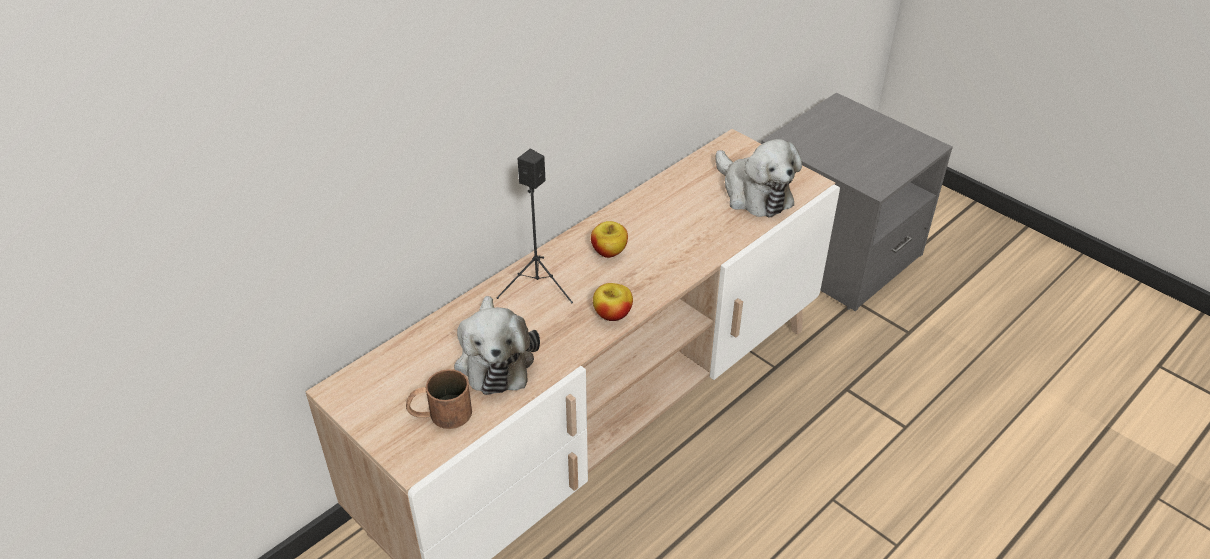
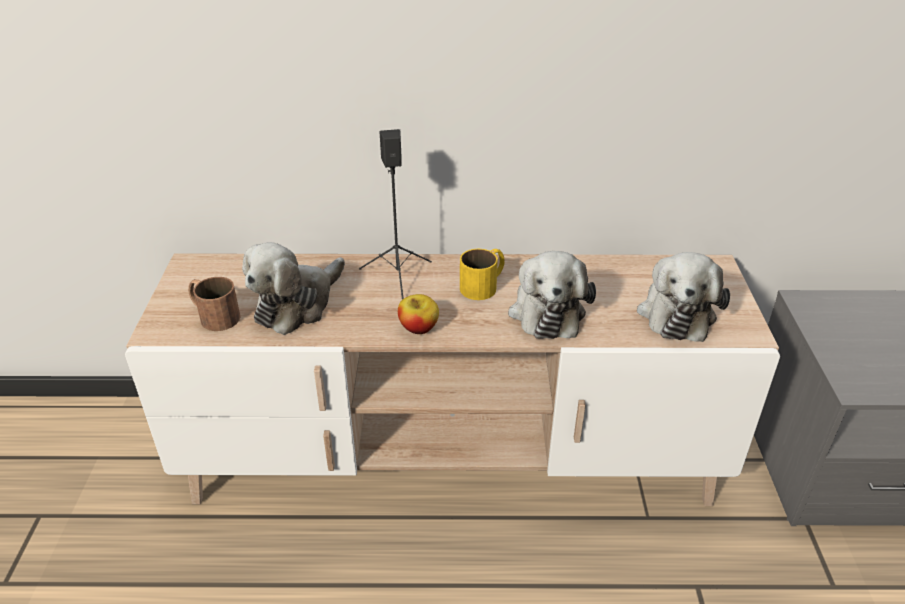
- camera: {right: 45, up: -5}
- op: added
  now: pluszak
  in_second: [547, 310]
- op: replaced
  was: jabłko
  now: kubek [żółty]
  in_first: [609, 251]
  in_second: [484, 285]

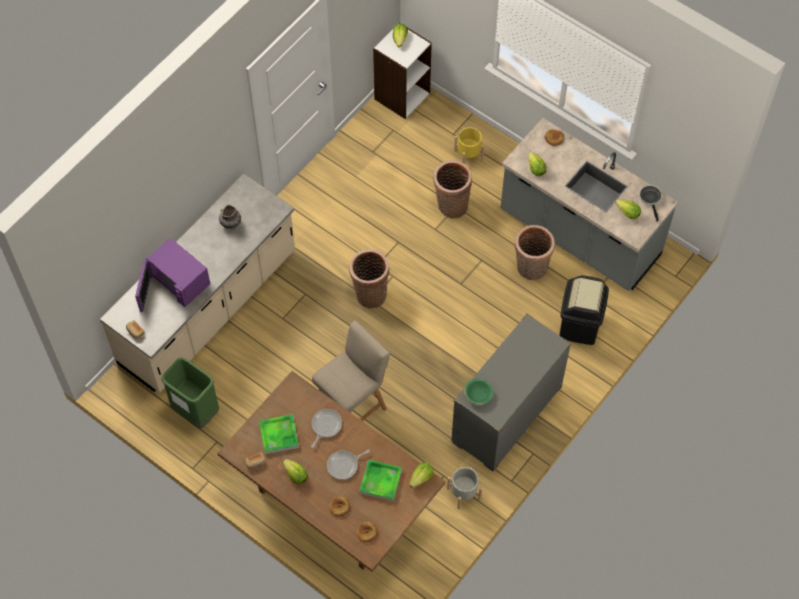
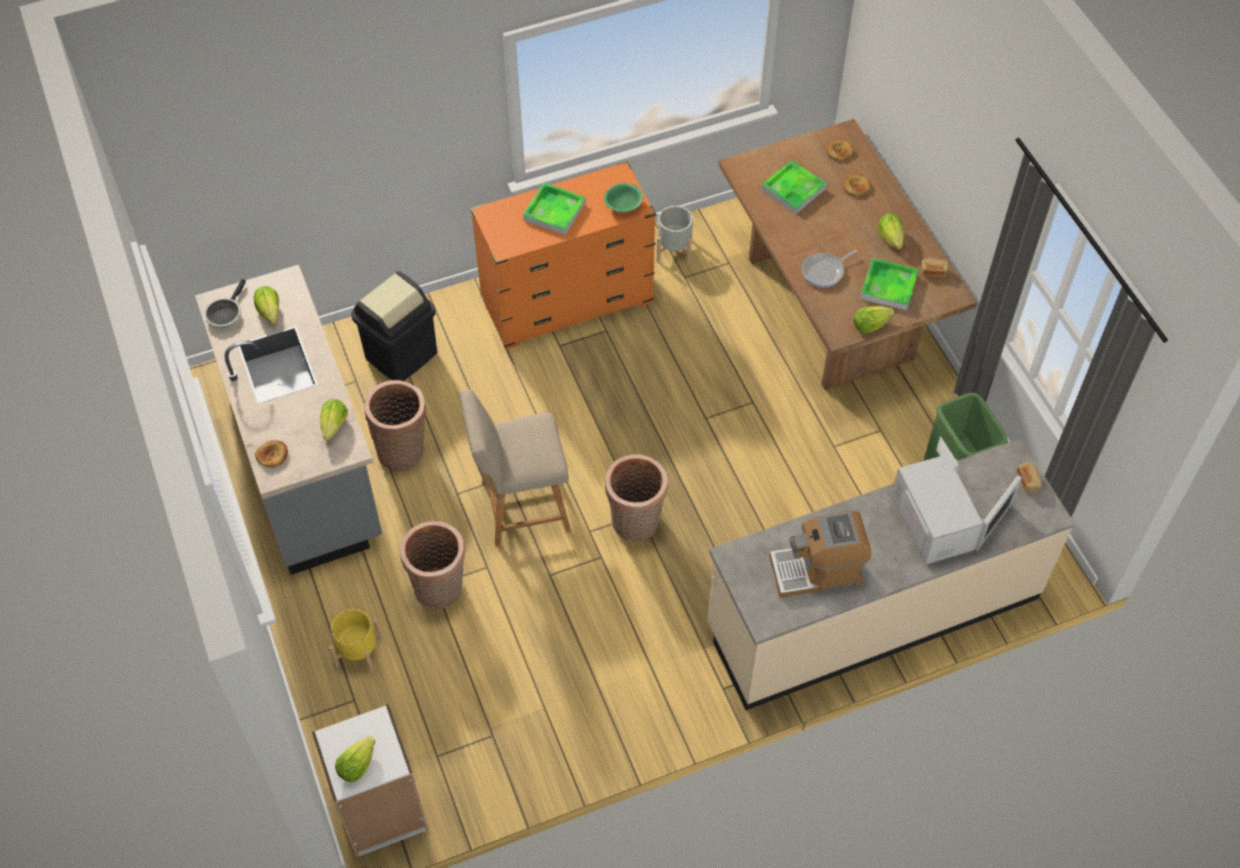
- camera: {right: -150, up: -5}
- op: removed
  was: patelnia
  in_first: [344, 465]
- op: added
  now: taca
  in_second: [554, 211]
- op: moved
  was: krzesło [beżowy]
  in_first: [353, 405]
  in_second: [520, 507]
- op: moved
  was: sałata
  in_first: [421, 478]
  in_second: [870, 325]
- op: replaced
  was: wazon [szary]
  now: ekspres do kawy
  in_first: [230, 224]
  in_second: [817, 570]
- op: recoloured
  was: mikrofalówka [fioletowy]
  now: mikrofalówka [biały]
  in_first: [176, 281]
  in_second: [938, 523]
- op: recoloured
  was: komoda [szary]
  now: komoda [pomarańczowy]
  in_first: [506, 416]
  in_second: [567, 302]

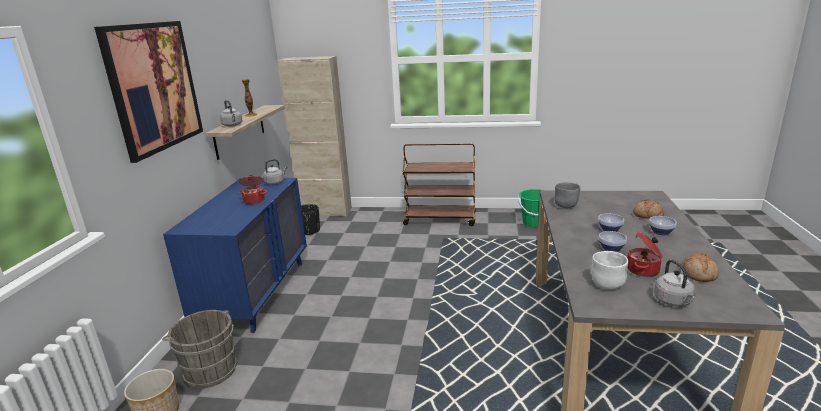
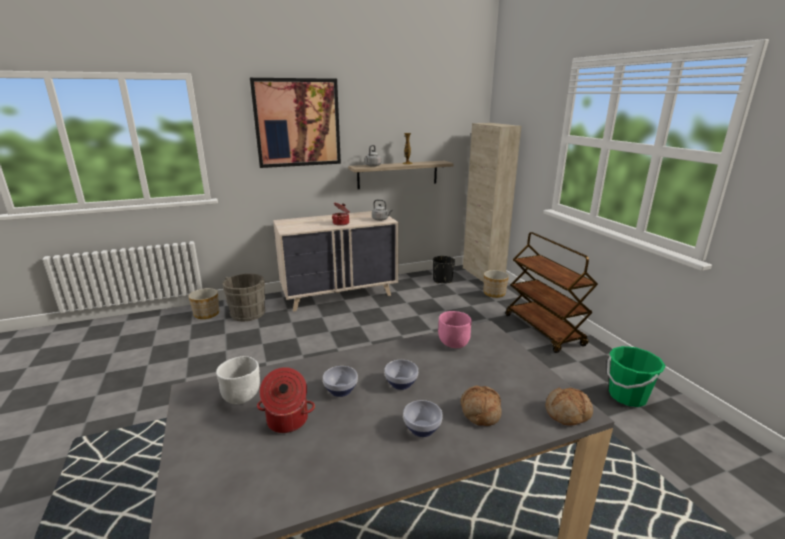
- camera: {right: 60, up: 0}
- op: removed
  was: czajnik [szary]
  in_first: [674, 301]
- op: added
  now: donica
  in_second: [494, 293]
- op: moved
  was: chleb
  in_first: [699, 274]
  in_second: [568, 413]
- op: recoloured
  was: komoda [niebieski]
  now: komoda [beżowy]
  in_first: [256, 293]
  in_second: [339, 294]
- op: recoloured
  was: miska [szary]
  now: miska [różowy]
  in_first: [566, 206]
  in_second: [453, 344]

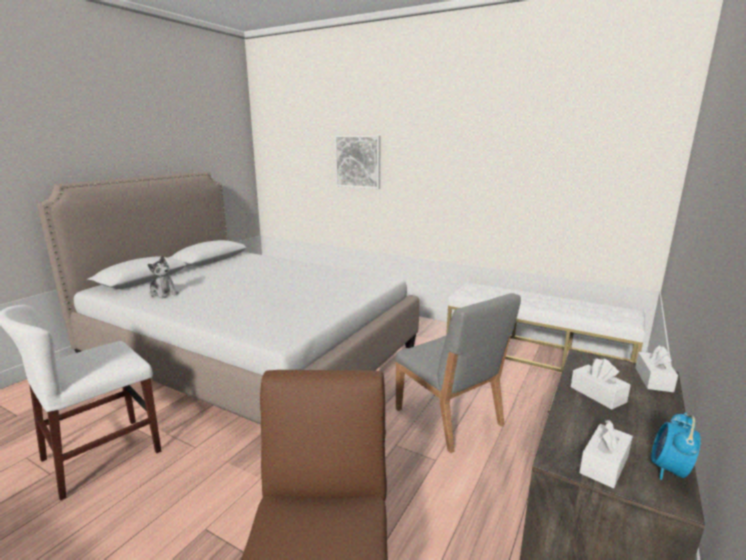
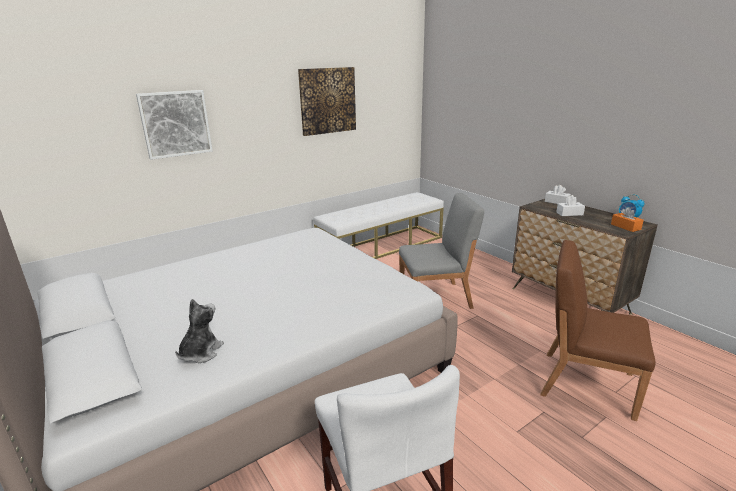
- camera: {right: -65, up: 5}
- op: added
  now: obraz
  in_second: [327, 101]
- op: recoloured
  was: pudełko chusteczek [biały]
  now: pudełko chusteczek [pomarańczowy]
  in_first: [604, 464]
  in_second: [625, 227]
- op: turned
  was: pluszak
  in_first: [163, 293]
  in_second: [200, 353]
  clockwise: -45

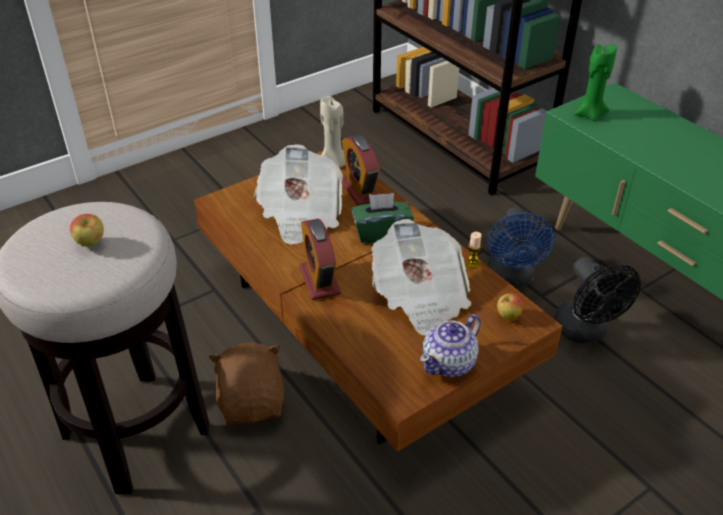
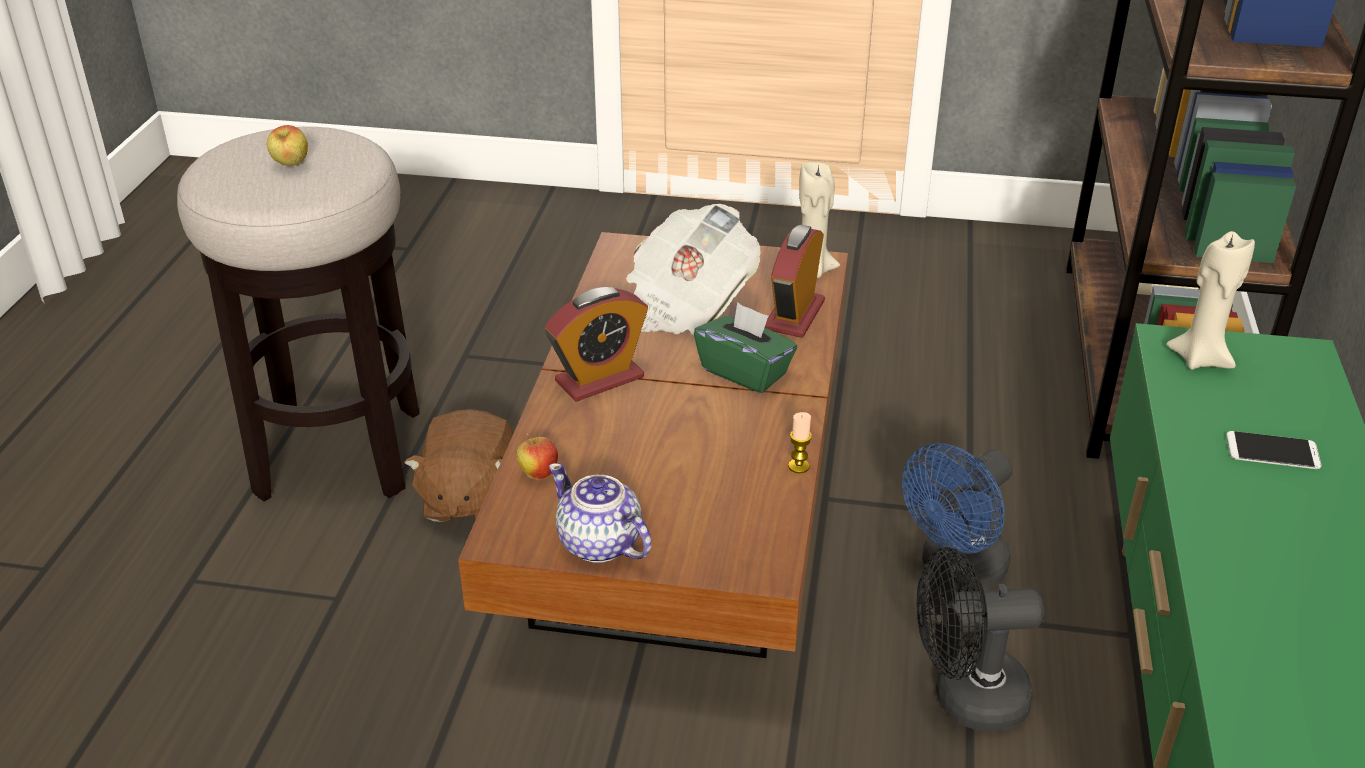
- camera: {right: 45, up: -5}
- op: removed
  was: gazeta
  in_first: [420, 297]
- op: added
  now: telefon
  in_second: [1272, 451]
- op: moved
  was: jabłko
  in_first: [508, 317]
  in_second: [538, 473]
- op: recoloured
  was: świeca [zielony]
  now: świeca [beżowy]
  in_first: [589, 114]
  in_second: [1200, 358]
- op: turned
  was: pluszak [brązowy]
  in_first: [252, 402]
  in_second: [469, 498]
  clockwise: 150
- op: turned
  was: budzik
  in_first: [319, 280]
  in_second: [599, 379]
  clockwise: -150
- op: turned
  was: imbryk
  in_first: [449, 363]
  in_second: [600, 544]
  clockwise: 45
- op: turned
  was: wentylator [czarny]
  in_first: [585, 332]
  in_second: [965, 698]
  clockwise: 60

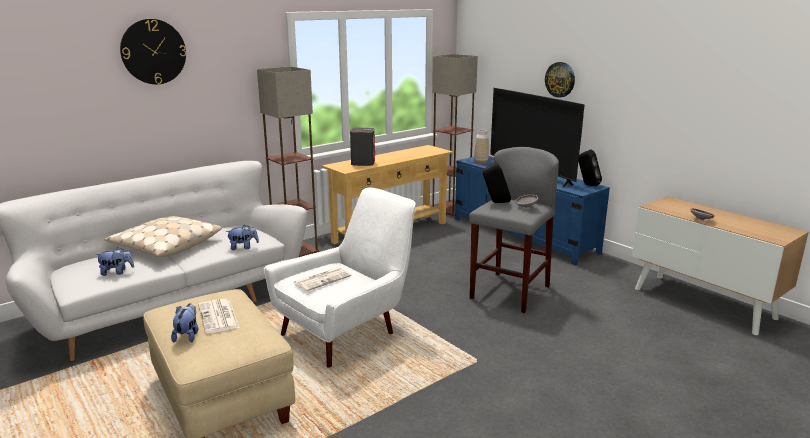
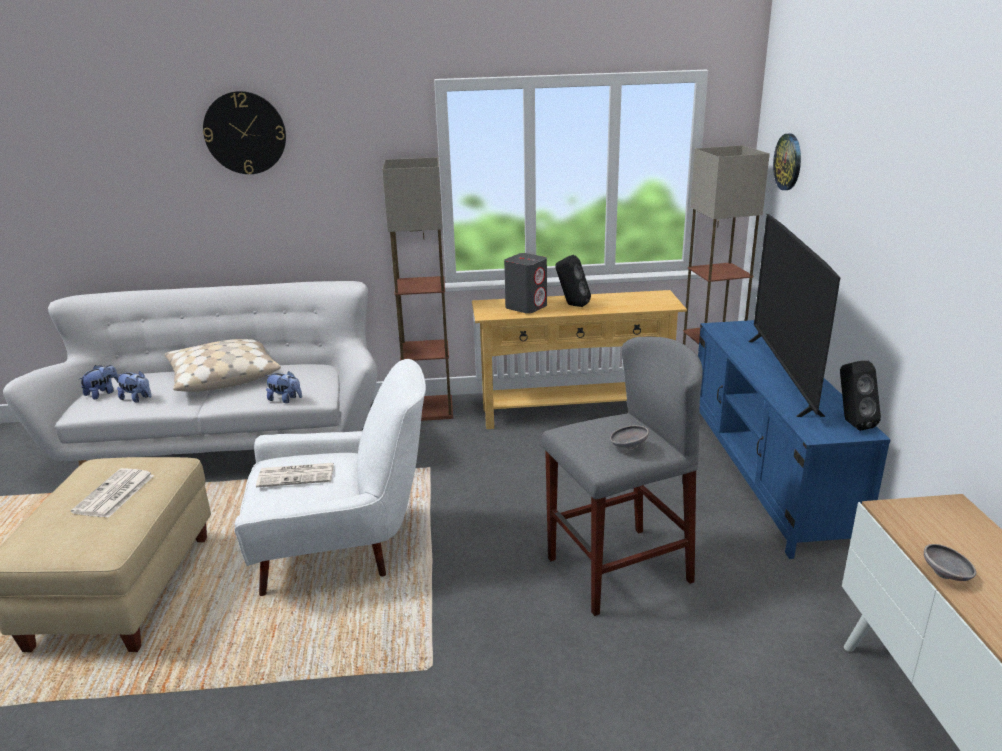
- camera: {right: 35, up: 5}
- op: removed
  was: wazon
  in_first: [481, 162]
- op: moved
  was: pluszak
  in_first: [187, 335]
  in_second: [103, 393]
- op: moved
  was: głośnik [czarny]
  in_first: [495, 202]
  in_second: [571, 305]
- op: moved
  was: zegar ścienny
  in_first: [560, 79]
  in_second: [788, 162]

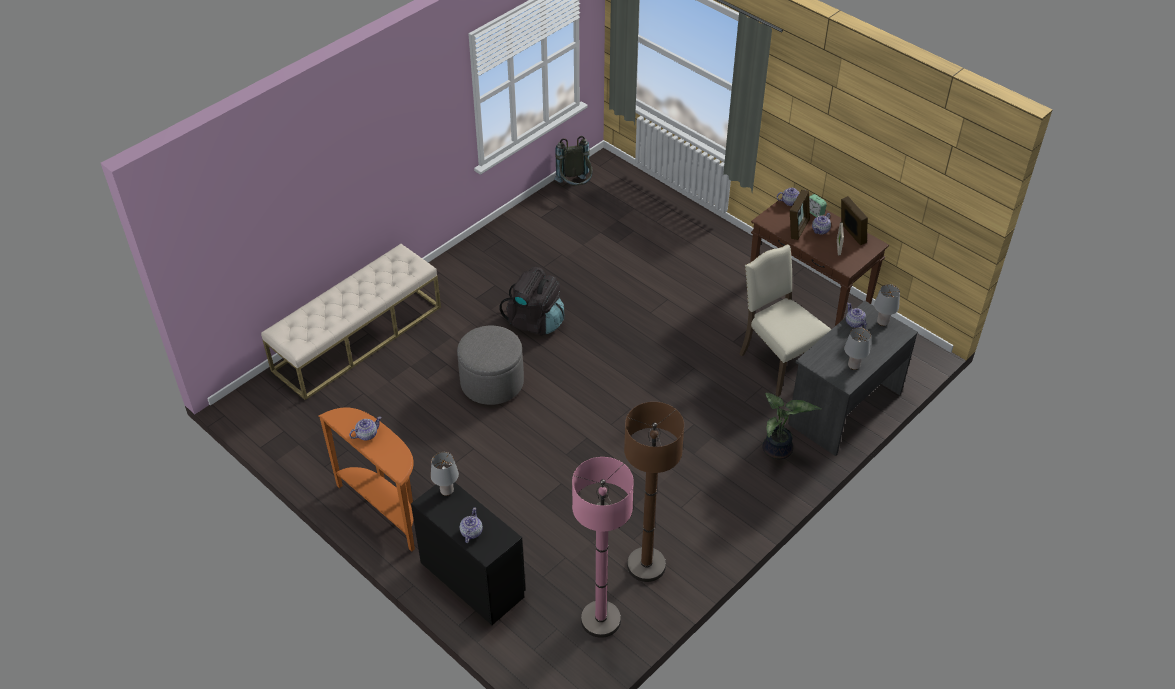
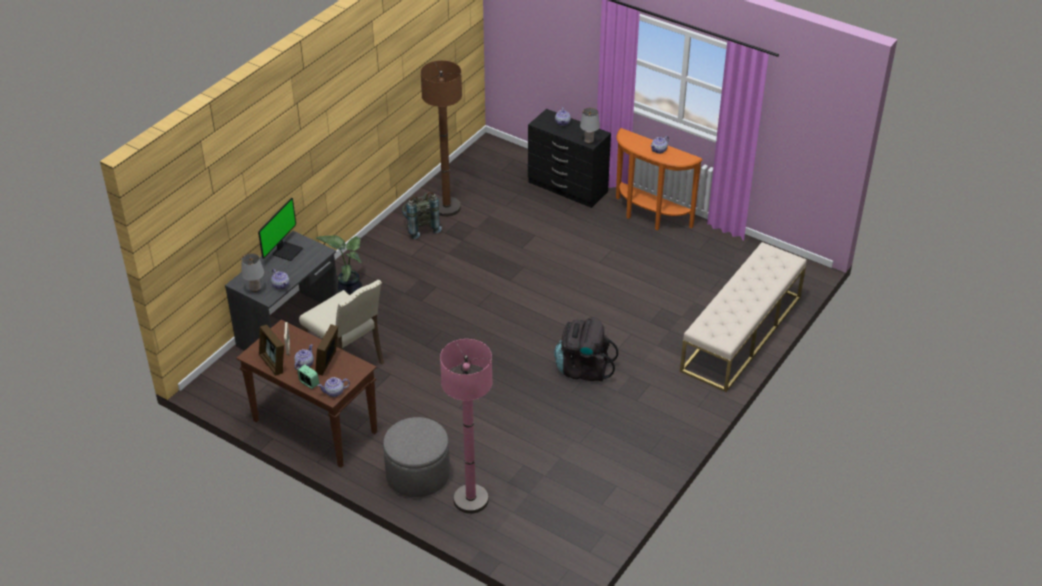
- camera: {right: 170, up: -5}
- op: moved
  was: pufa [szary]
  in_first: [492, 382]
  in_second: [418, 474]
- op: moved
  was: plecak [szary]
  in_first: [575, 186]
  in_second: [420, 228]
- op: moved
  was: lampa stojąca [różowy]
  in_first: [600, 620]
  in_second: [471, 500]
- op: replaced
  was: lampa stołowa [szary]
  now: monitor
  in_first: [853, 366]
  in_second: [286, 251]

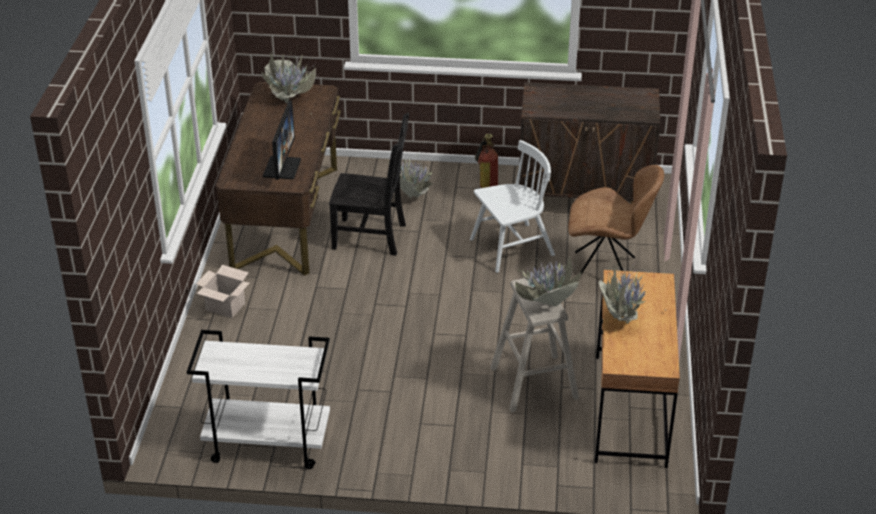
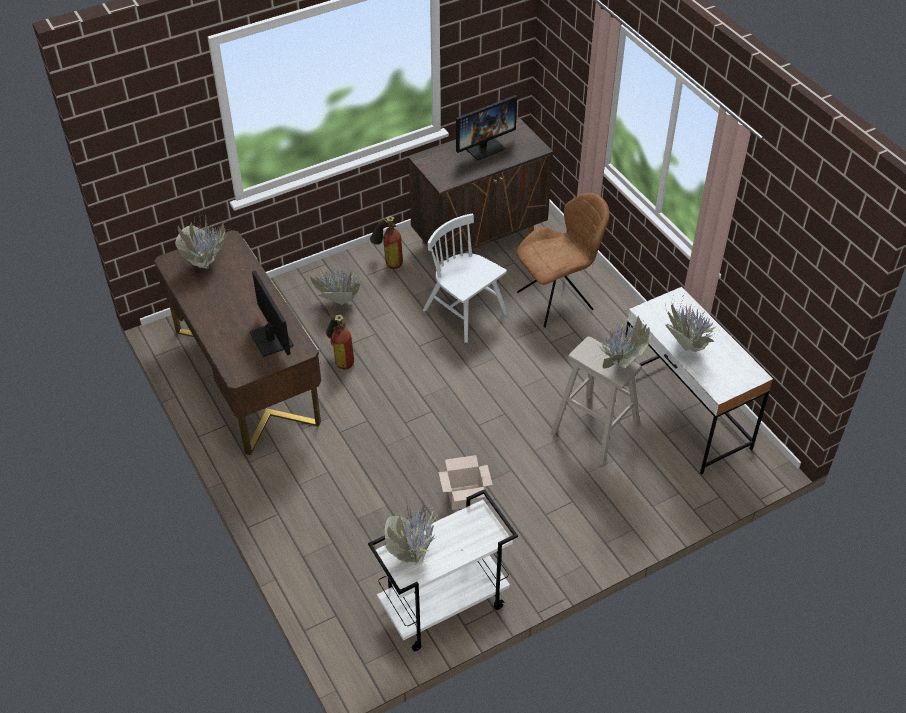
- camera: {right: -35, up: 10}
- op: added
  now: roślina doniczkowa
  in_second: [414, 554]
- op: added
  now: monitor
  in_second: [483, 147]
- op: moved
  was: karton
  in_first: [224, 307]
  in_second: [464, 497]
- op: replaced
  was: krzesło [czarny]
  now: gaśnica
  in_first: [372, 237]
  in_second: [341, 358]
- op: recoloured
  was: biurko [brązowy]
  now: biurko [biały]
  in_first: [630, 410]
  in_second: [683, 414]
- op: turned
  was: krzesło [biały]
  in_first: [511, 248]
  in_second: [465, 312]
  clockwise: -75

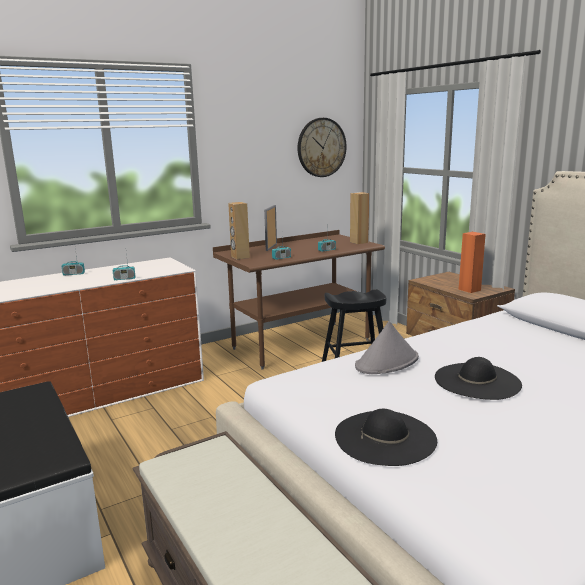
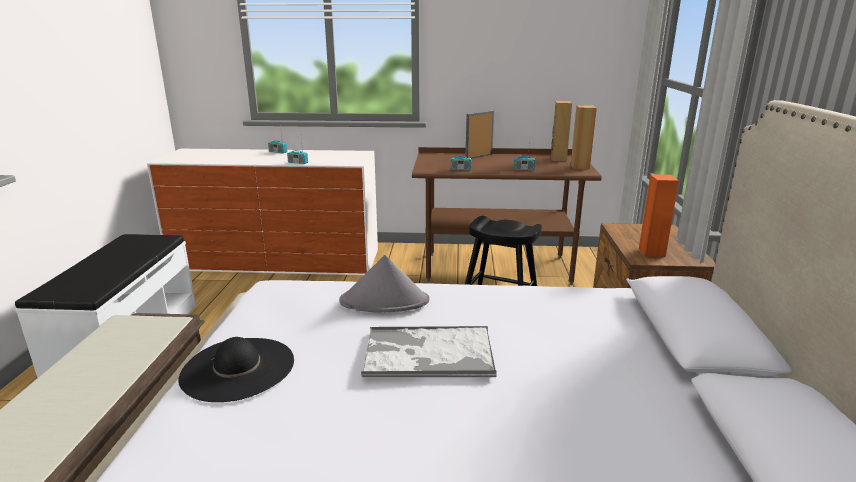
- camera: {right: 35, up: 5}
- op: removed
  was: zegar ścienny
  in_first: [321, 147]
- op: moved
  was: głośnik [brązowy]
  in_first: [240, 257]
  in_second: [558, 159]
- op: replaced
  was: kapelusz [czarny]
  now: taca
  in_first: [477, 381]
  in_second: [427, 353]

